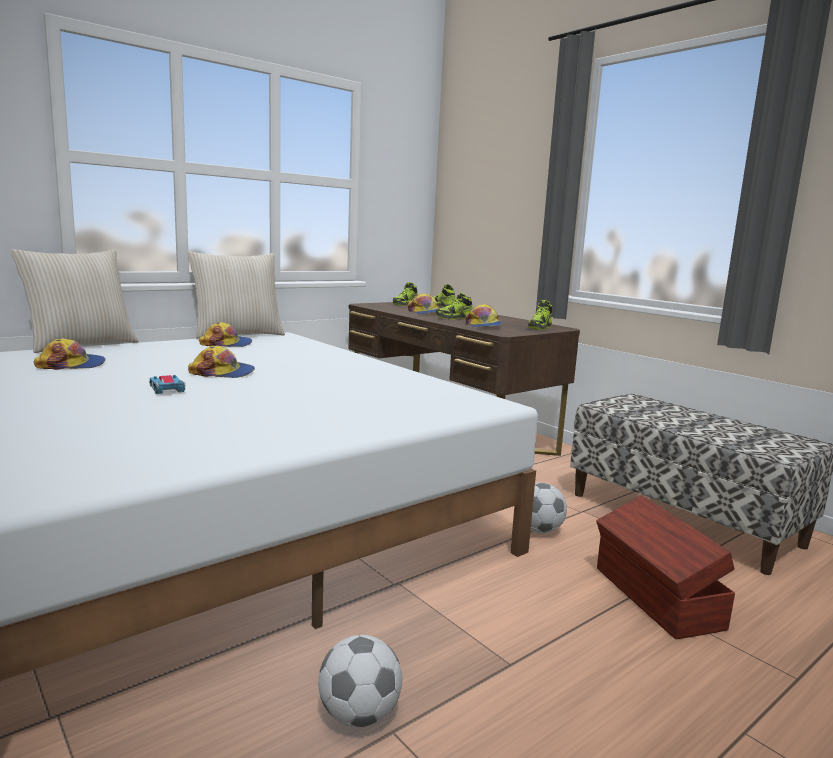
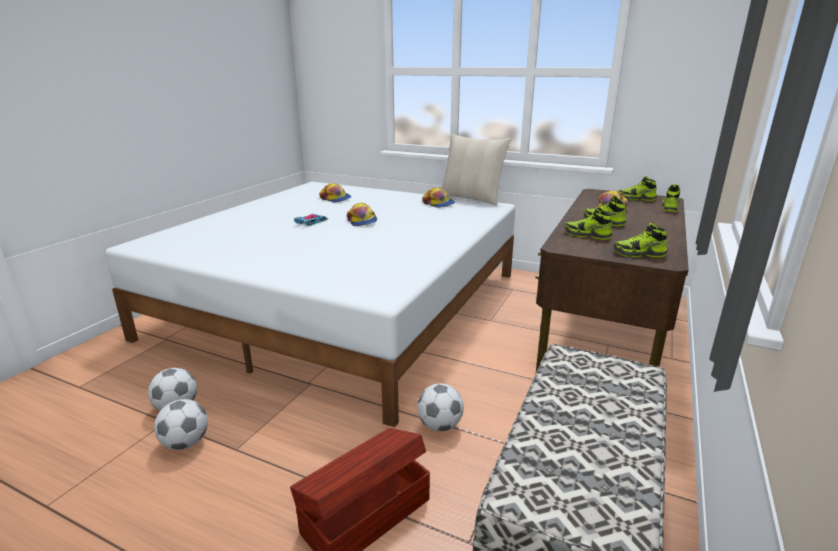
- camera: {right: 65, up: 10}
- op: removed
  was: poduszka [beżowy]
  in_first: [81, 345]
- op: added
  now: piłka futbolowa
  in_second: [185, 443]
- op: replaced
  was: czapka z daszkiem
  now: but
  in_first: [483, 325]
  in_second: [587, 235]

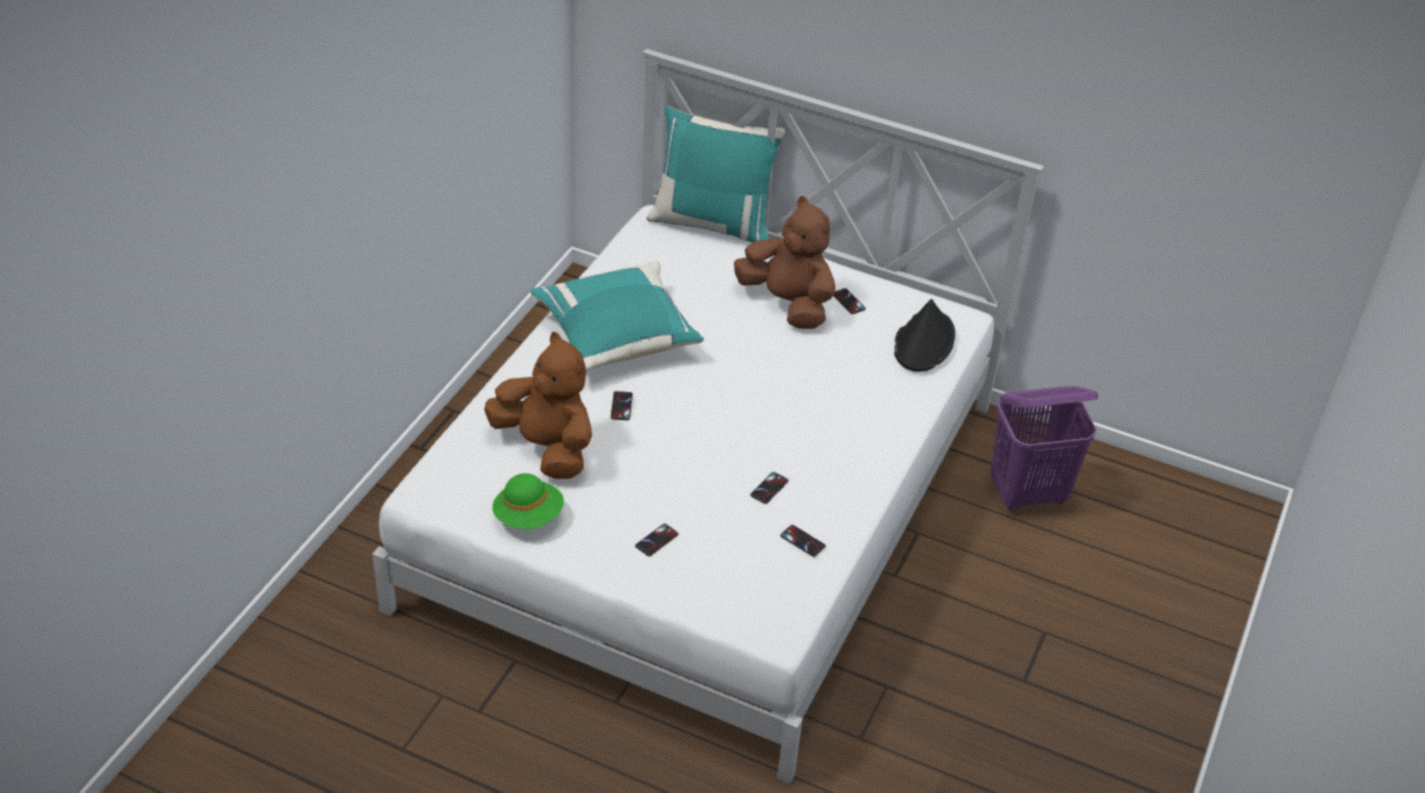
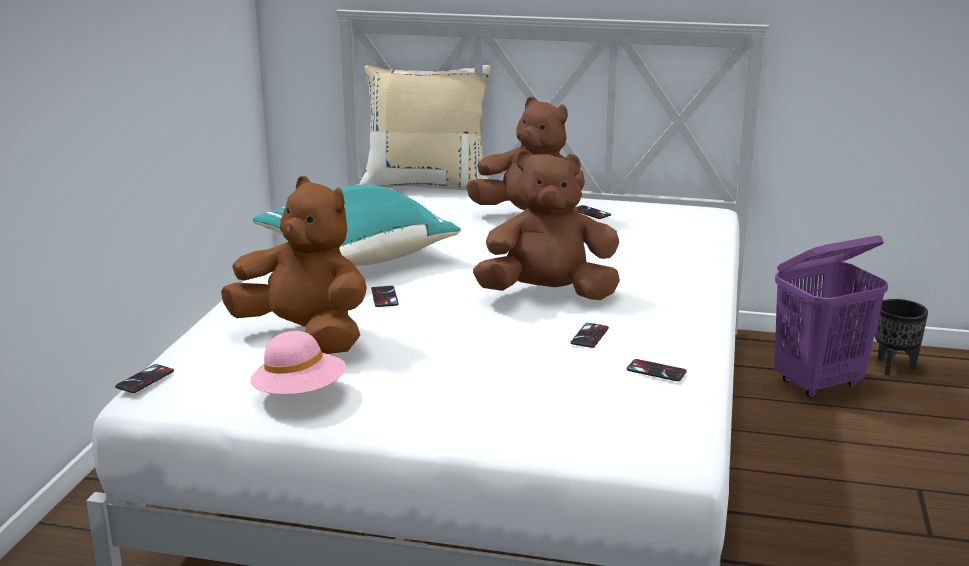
- camera: {right: -10, up: -20}
- op: removed
  was: kapelusz [czarny]
  in_first: [924, 342]
- op: added
  now: pluszak [brązowy]
  in_second: [548, 295]
- op: added
  now: donica [czarny]
  in_second: [894, 367]
- op: moved
  was: telefon
  in_first: [656, 540]
  in_second: [145, 379]
- op: recoloured
  was: kapelusz [zielony]
  now: kapelusz [różowy]
  in_first: [528, 516]
  in_second: [300, 394]
- op: recoloured
  was: poduszka [turkusowy]
  now: poduszka [beżowy]
  in_first: [713, 223]
  in_second: [427, 185]

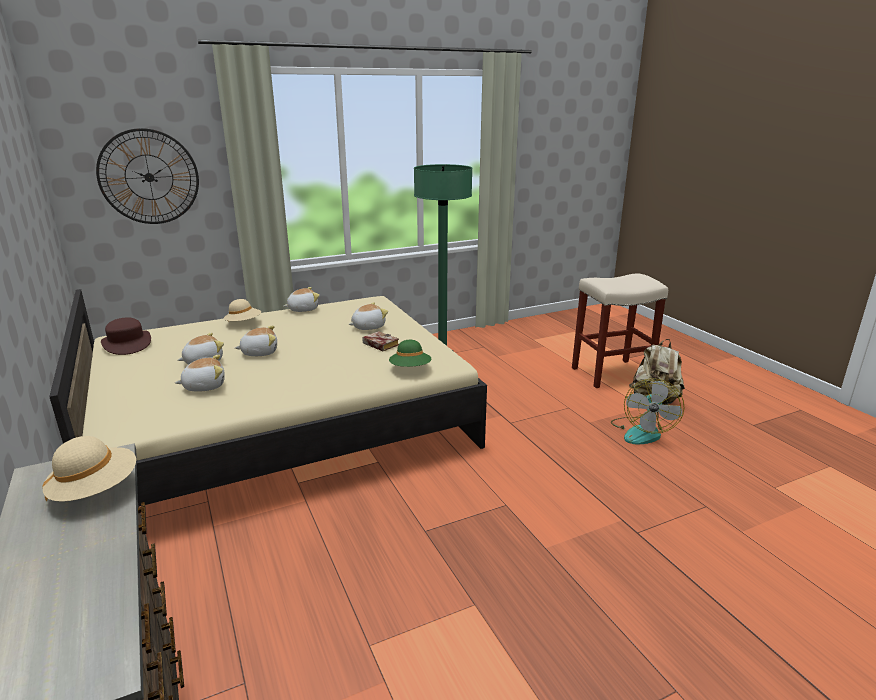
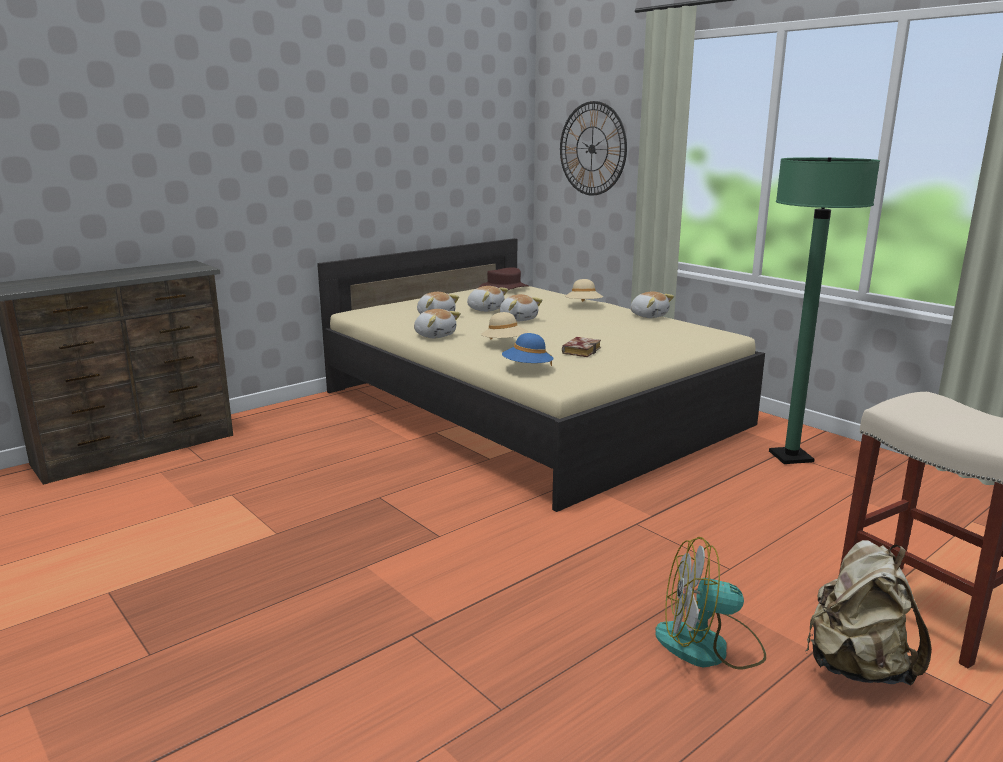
- camera: {right: 75, up: -5}
- op: moved
  was: kapelusz [beżowy]
  in_first: [95, 490]
  in_second: [504, 344]
- op: moved
  was: pluszak
  in_first: [368, 327]
  in_second: [435, 335]
- op: recoloured
  was: kapelusz [zielony]
  now: kapelusz [niebieski]
  in_first: [410, 369]
  in_second: [527, 368]

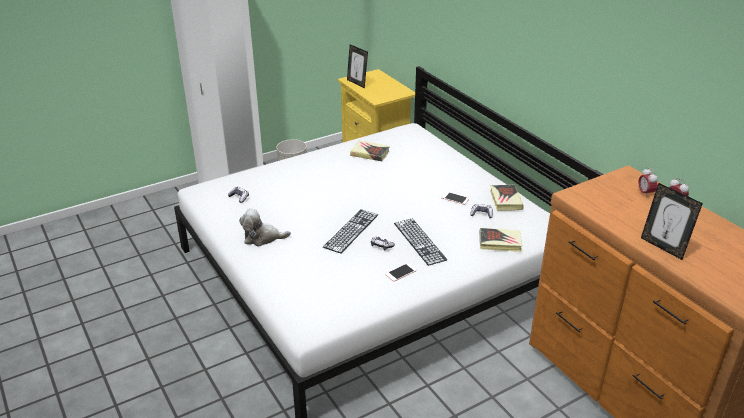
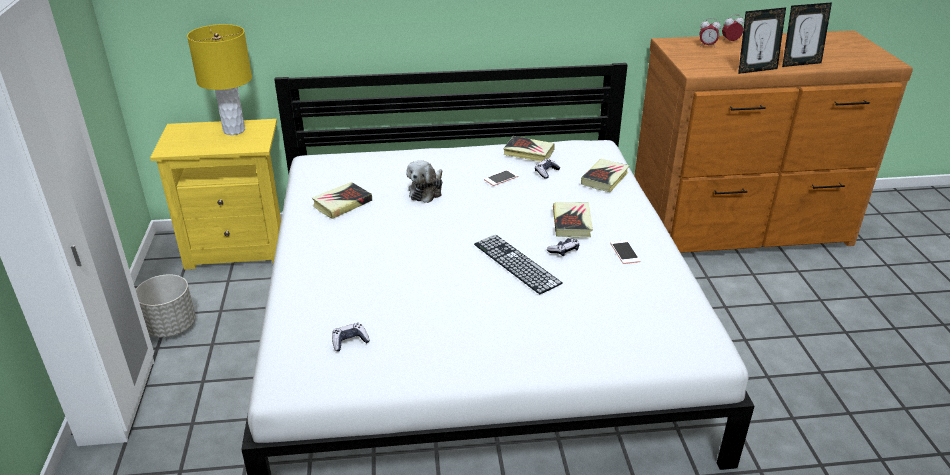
- camera: {right: -65, up: 0}
- op: added
  now: lampa stołowa [żółty]
  in_second: [234, 130]
- op: moved
  was: pluszak
  in_first: [262, 238]
  in_second: [426, 191]
- op: moved
  was: ramka na zdjęcie
  in_first: [357, 83]
  in_second: [755, 70]
- op: replaced
  was: klawiatura
  now: książka
  in_first: [419, 241]
  in_second: [572, 223]

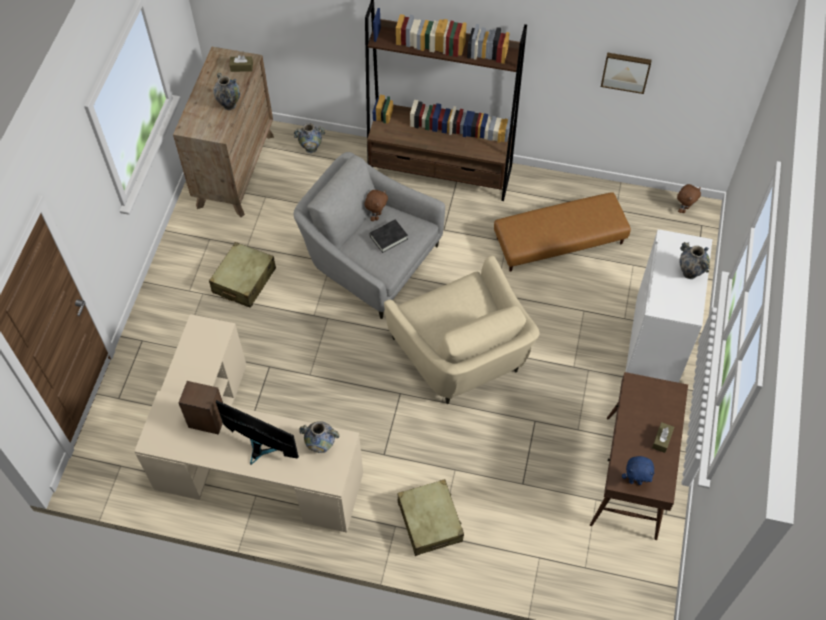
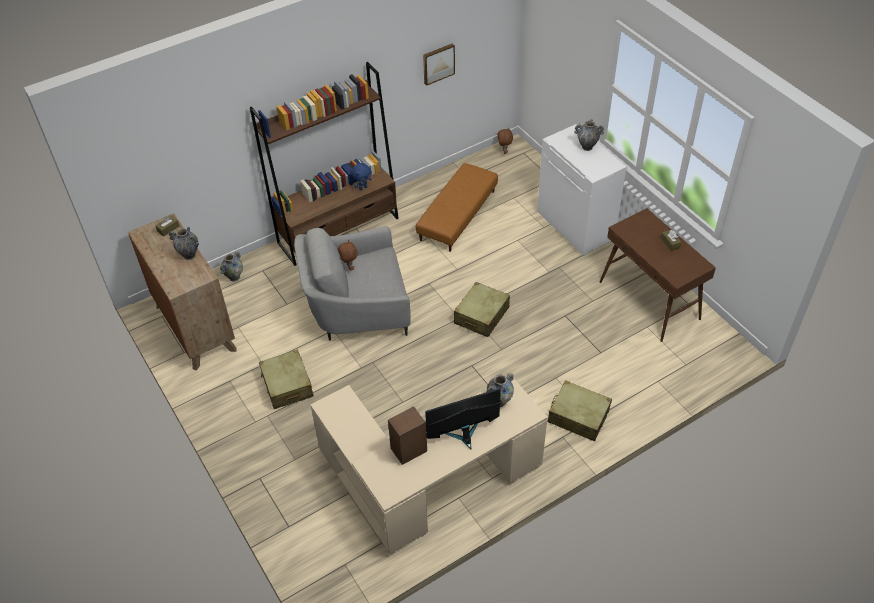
- camera: {right: -45, up: -10}
- op: removed
  was: książka [czarny]
  in_first: [388, 237]
- op: moved
  was: pluszak [niebieski]
  in_first: [635, 481]
  in_second: [363, 187]
- op: replaced
  was: fotel [beżowy]
  now: walizka [beżowy]
  in_first: [462, 355]
  in_second: [481, 316]

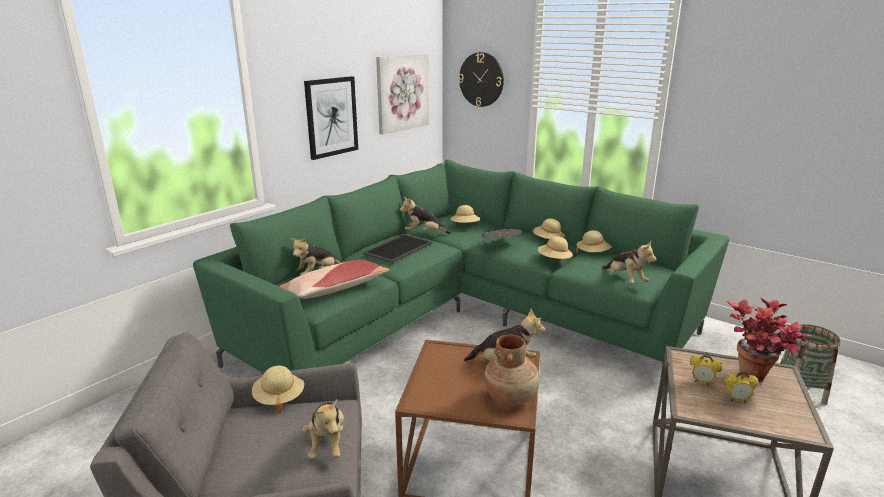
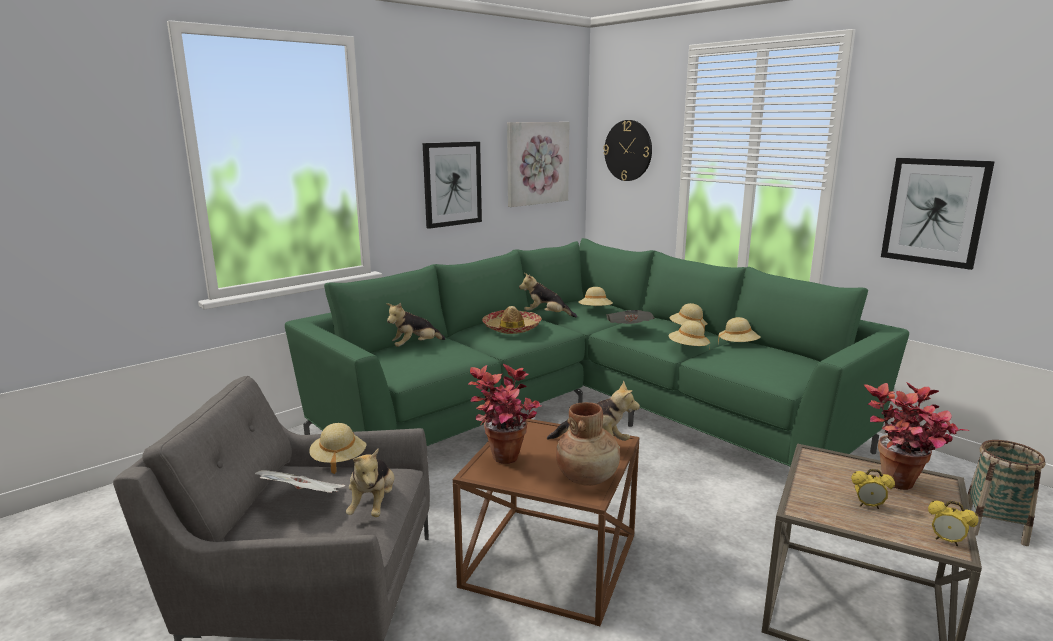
- camera: {right: 10, up: -5}
- op: removed
  was: poduszka
  in_first: [335, 289]
- op: removed
  was: pluszak
  in_first: [625, 280]
- op: added
  now: gazeta
  in_second: [305, 500]
- op: added
  now: roślina doniczkowa
  in_second: [503, 463]
- op: added
  now: obraz
  in_second: [934, 212]
- op: moved
  was: budzik
  in_first: [701, 382]
  in_second: [947, 541]
- op: replaced
  was: taca
  now: kapelusz
  in_first: [399, 249]
  in_second: [512, 328]

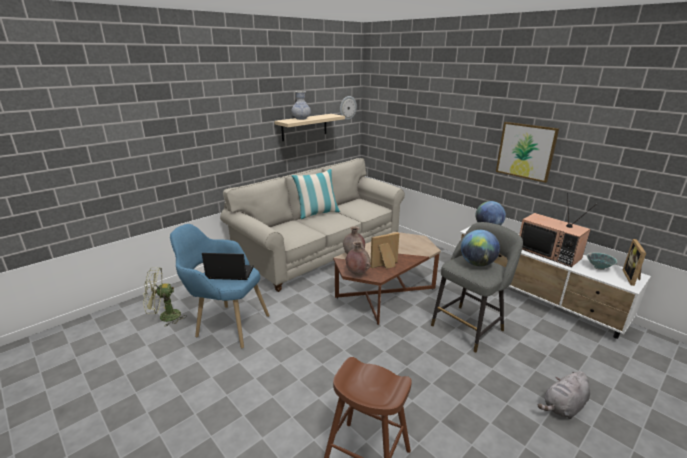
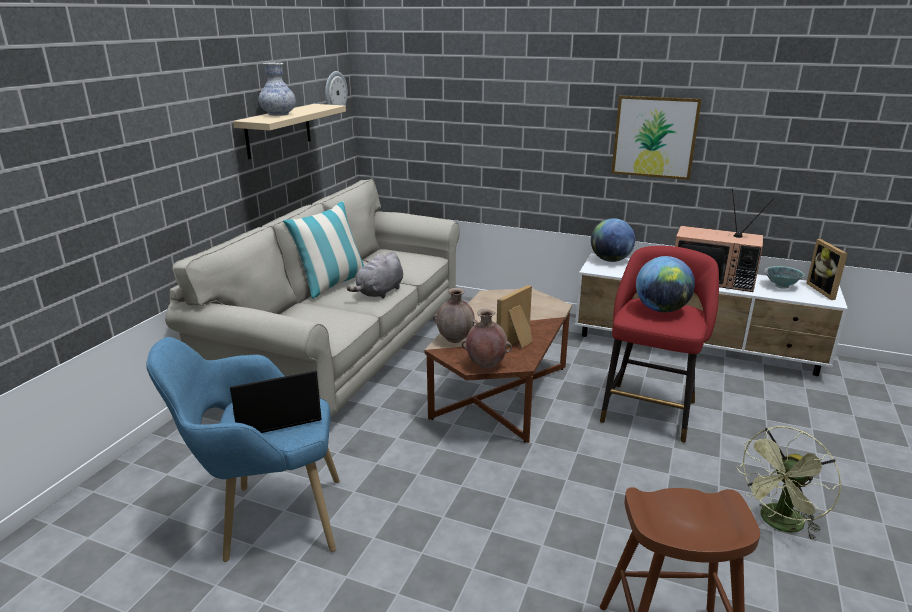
- camera: {right: -25, up: 0}
- op: moved
  was: wentylator [zielony]
  in_first: [165, 317]
  in_second: [778, 524]
- op: moved
  was: pluszak [szary]
  in_first: [563, 407]
  in_second: [379, 292]
- op: recoloured
  was: stołek [szary]
  now: stołek [czerwony]
  in_first: [469, 326]
  in_second: [649, 409]

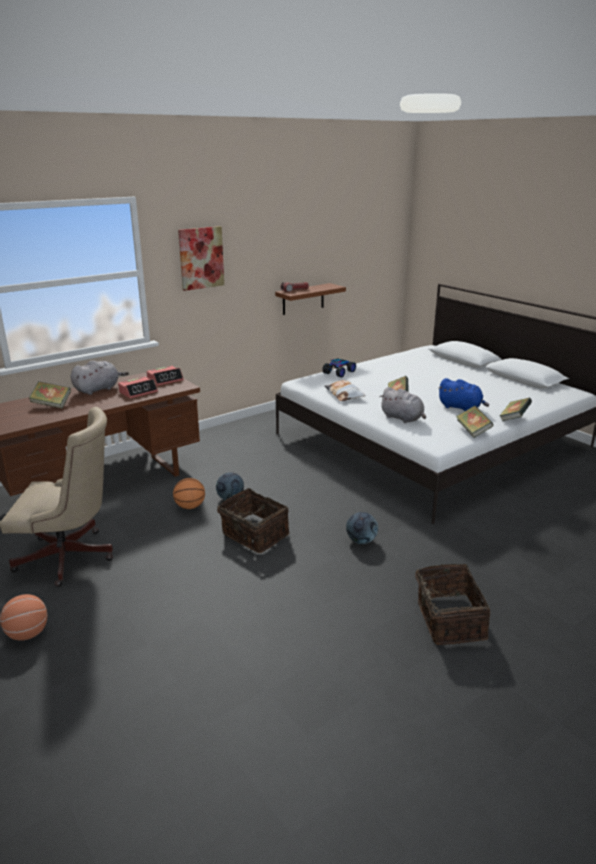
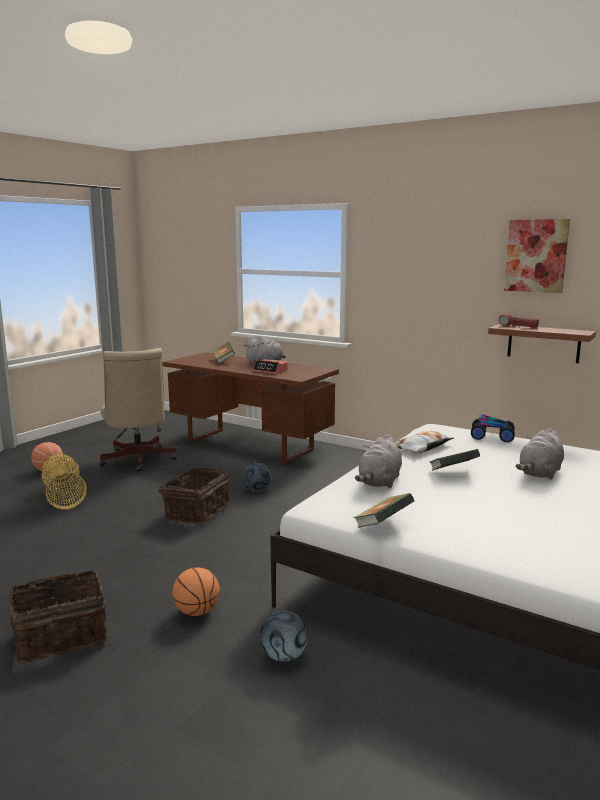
- camera: {right: 70, up: -10}
- op: removed
  was: budzik
  in_first: [165, 380]
- op: removed
  was: pluszak [niebieski]
  in_first: [461, 408]
- op: removed
  was: książka
  in_first: [514, 418]
- op: added
  now: koszyk
  in_second: [64, 496]
- op: added
  now: pluszak [szary]
  in_second: [540, 473]
- op: moved
  was: piłka do koszykówki
  in_first: [190, 507]
  in_second: [197, 612]
- op: moved
  was: obraz
  in_first: [201, 258]
  in_second: [536, 256]
- op: moved
  was: piłka futbolowa
  in_first: [361, 541]
  in_second: [283, 656]

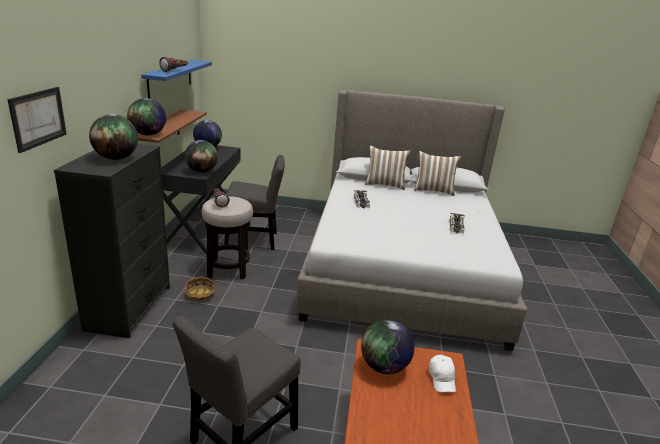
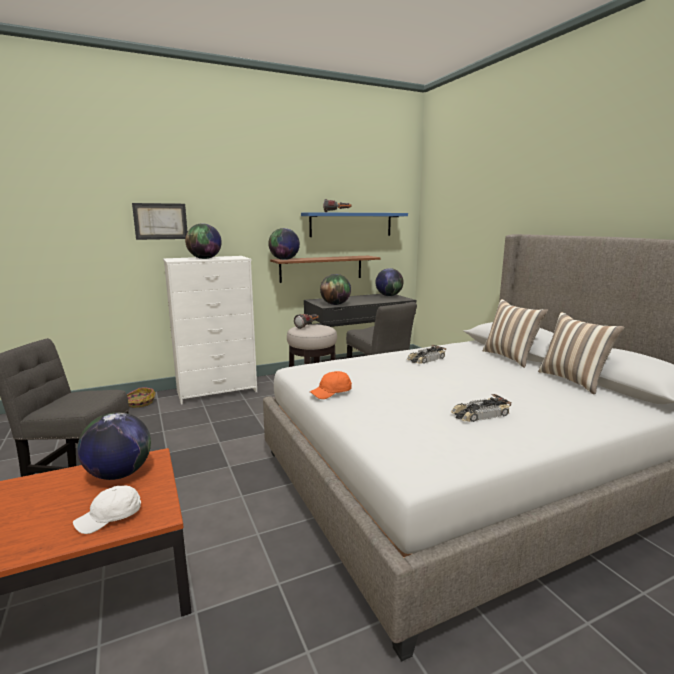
- camera: {right: 60, up: -10}
- op: added
  now: czapka z daszkiem [pomarańczowy]
  in_second: [331, 393]
- op: moved
  was: koszyk
  in_first: [200, 295]
  in_second: [139, 403]
- op: recoloured
  was: komoda [czarny]
  now: komoda [biały]
  in_first: [129, 307]
  in_second: [217, 391]

